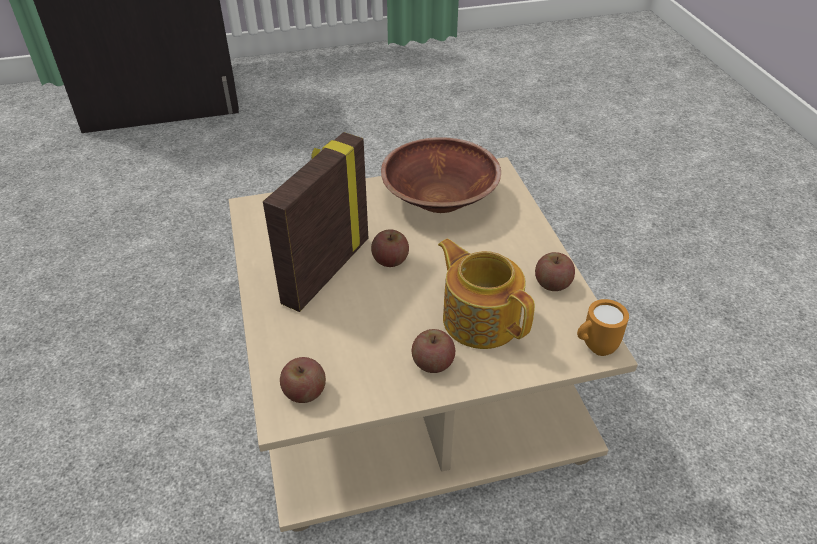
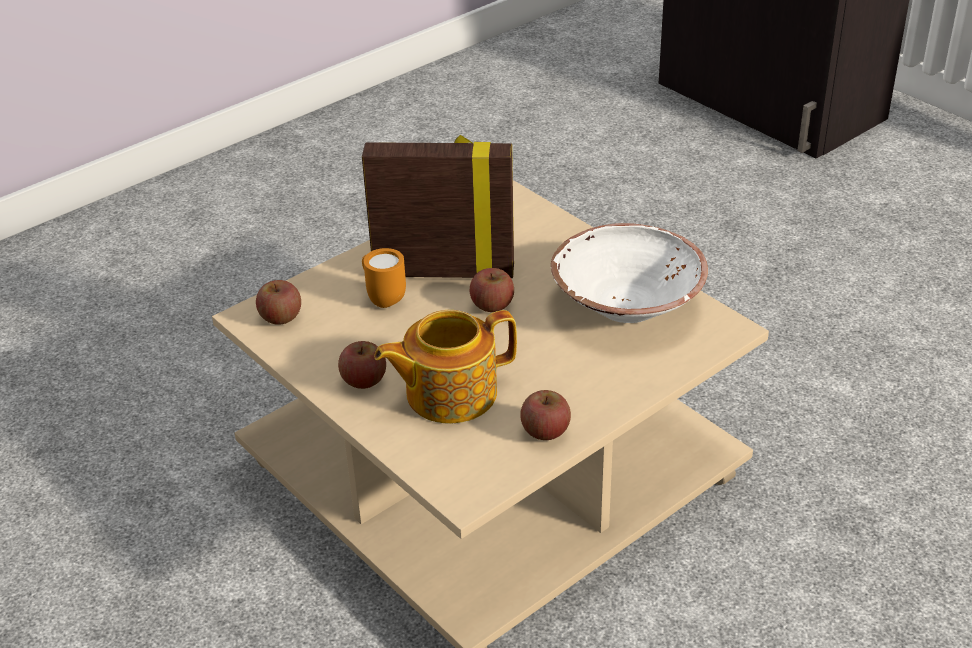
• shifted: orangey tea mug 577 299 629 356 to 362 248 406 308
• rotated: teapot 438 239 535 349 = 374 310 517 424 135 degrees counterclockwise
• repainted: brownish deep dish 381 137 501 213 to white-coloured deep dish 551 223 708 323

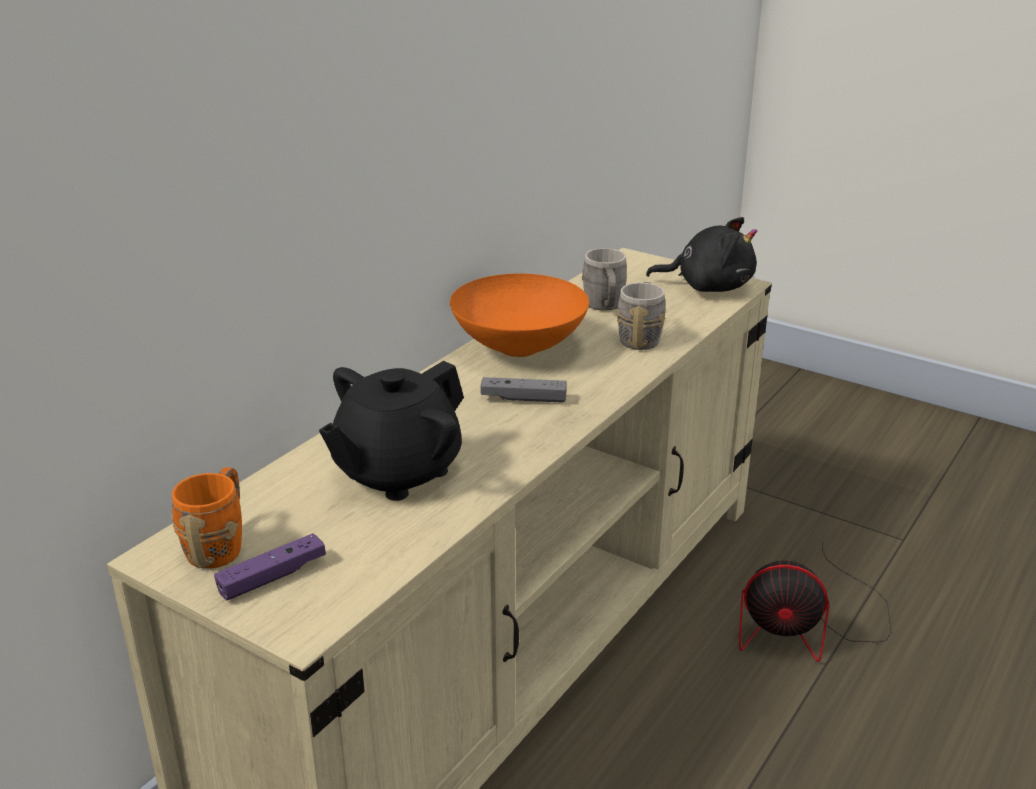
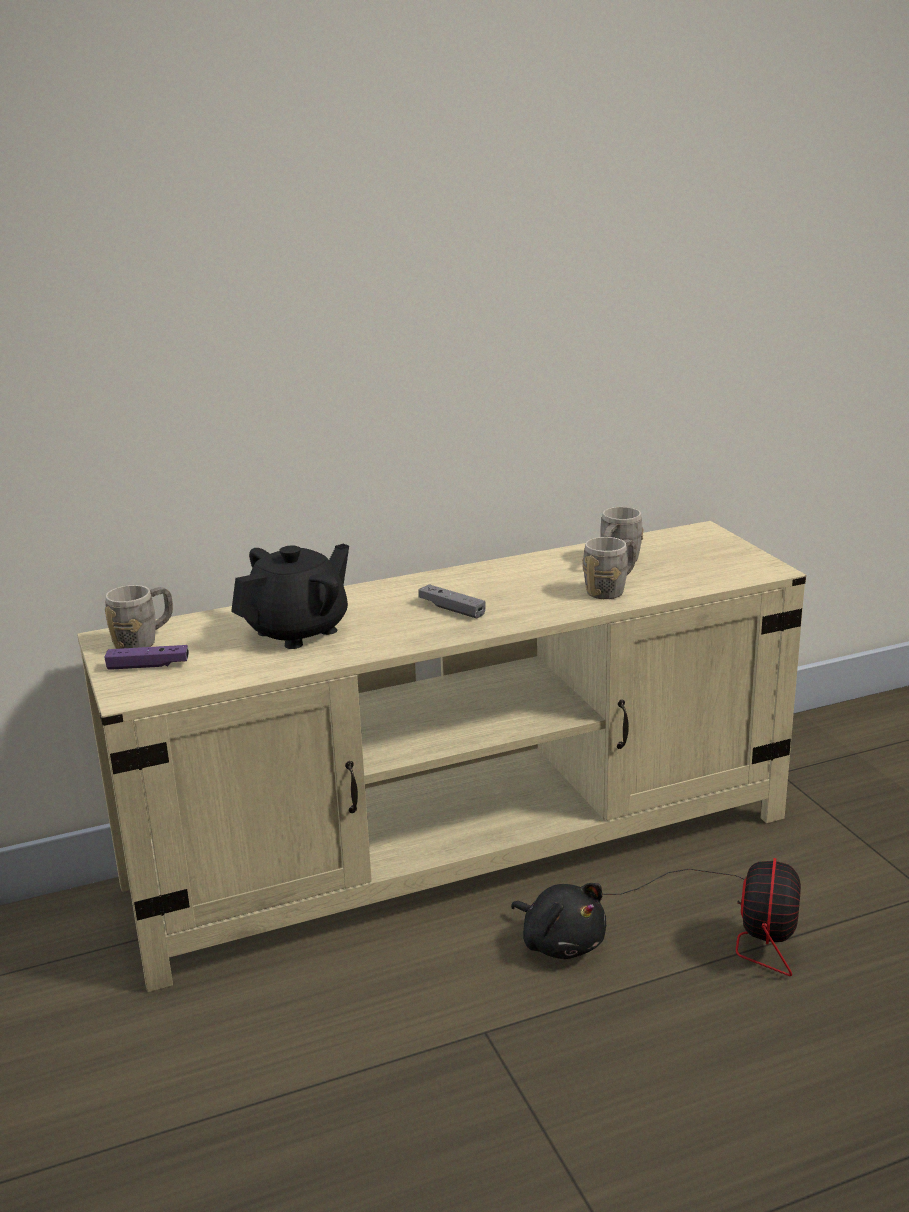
• repainted: orangey tea mug 171 467 242 569 to gray tea mug 105 585 173 649
• rotated: blackish teapot 319 361 464 501 = 231 544 349 649 150 degrees clockwise
• shifted: blackish soft toy 646 217 757 292 to 511 883 606 959
• rotated: cooling fan 739 540 892 662 = 603 858 801 976 120 degrees counterclockwise
• gone: orangey deep dish 450 273 589 357

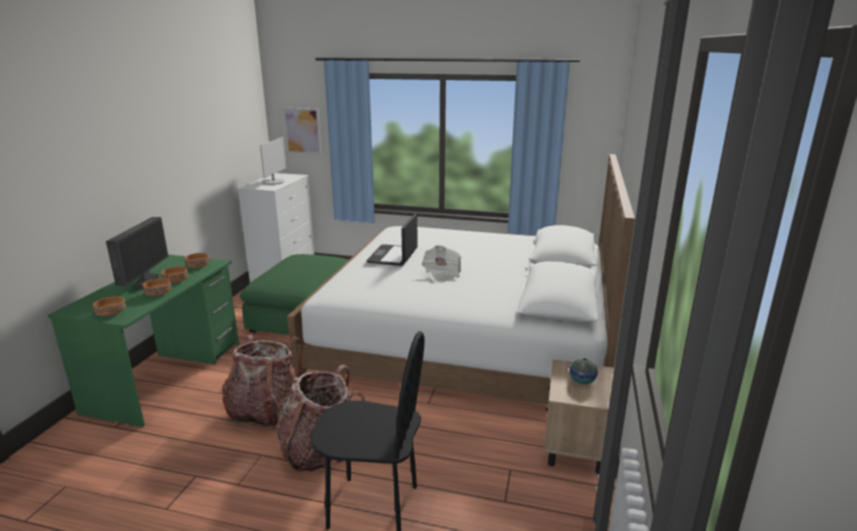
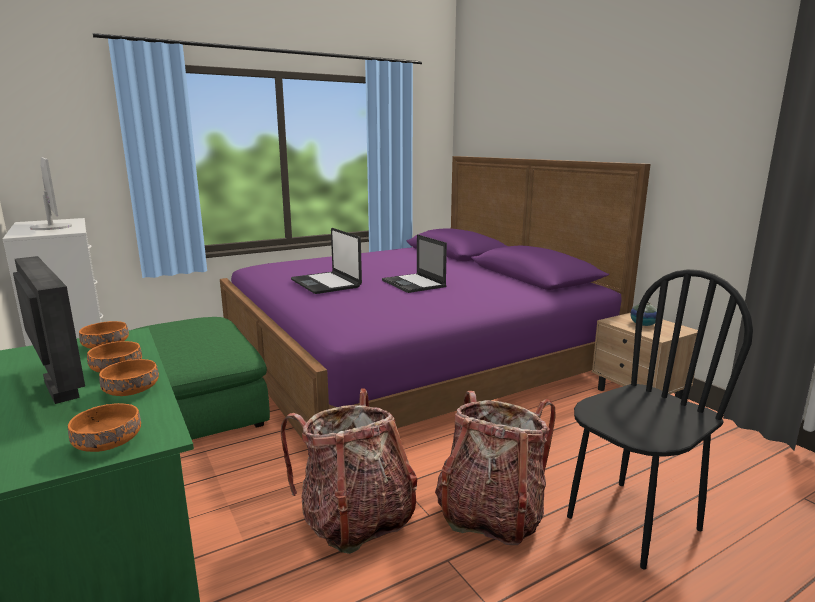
• repainted: white-coloured bed 287 154 635 404 to purple bed 220 156 651 440
• swapped: newspaper 422 245 461 283 to notebook computer 382 234 447 293
• gone: picture 283 108 321 155

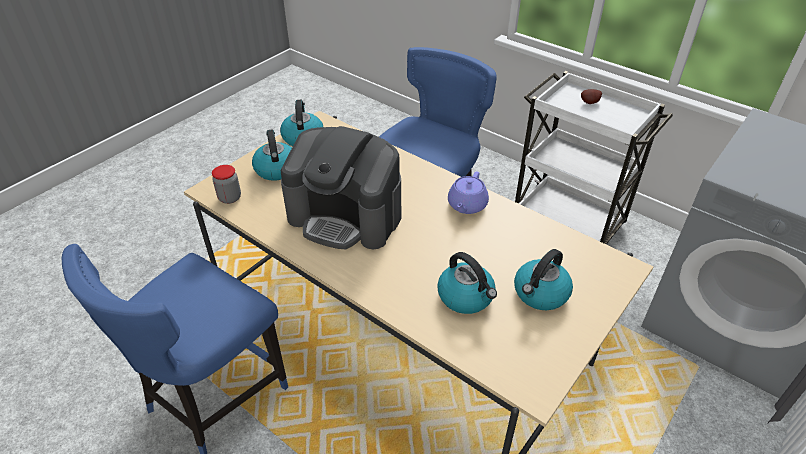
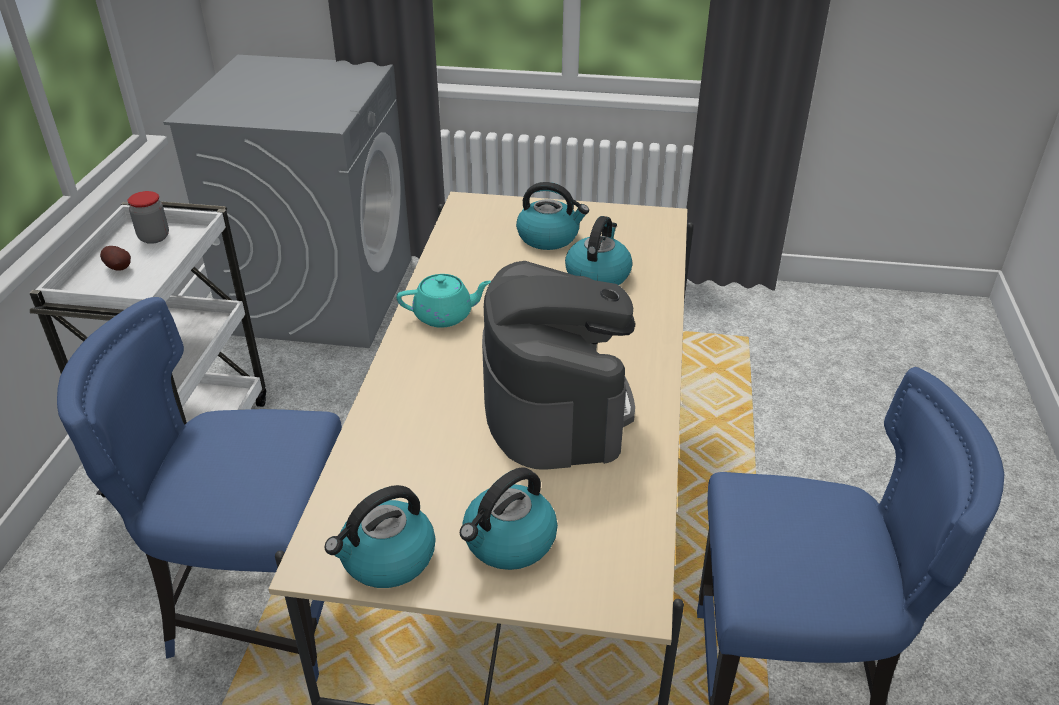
• shifted: preserve jar 212 165 241 204 to 127 191 169 244
• repainted: purple teapot 448 171 489 214 to turquoise teapot 396 274 491 328

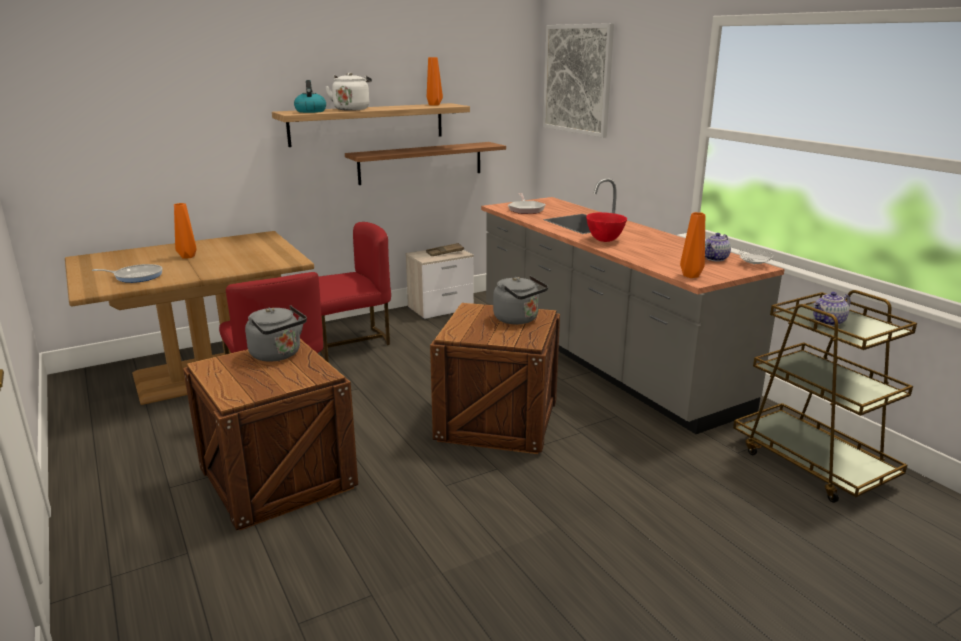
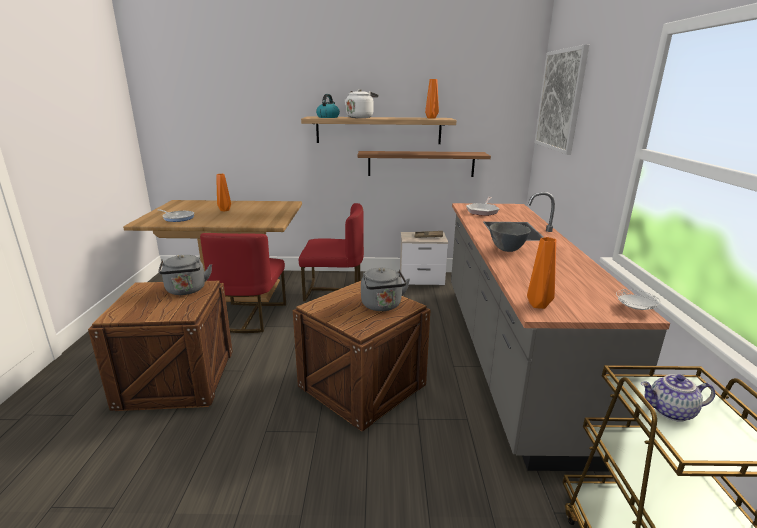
• repainted: red-coloured deep dish 586 212 627 242 to gray deep dish 489 222 531 252
• gone: teapot 705 233 731 261

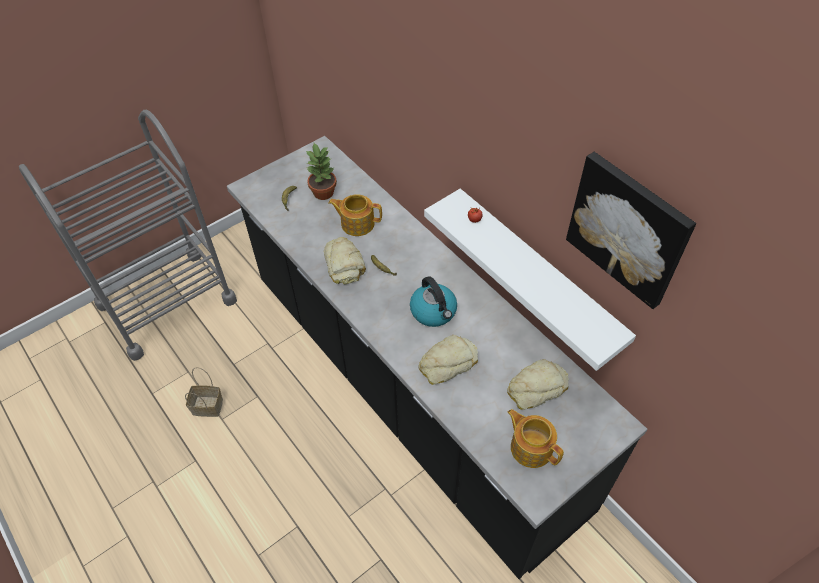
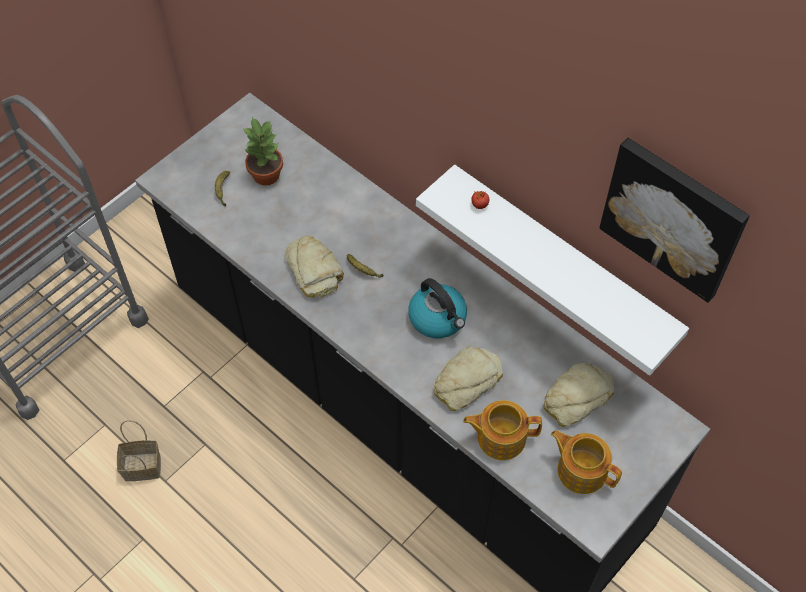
• shifted: teapot 328 194 382 236 to 463 400 542 460

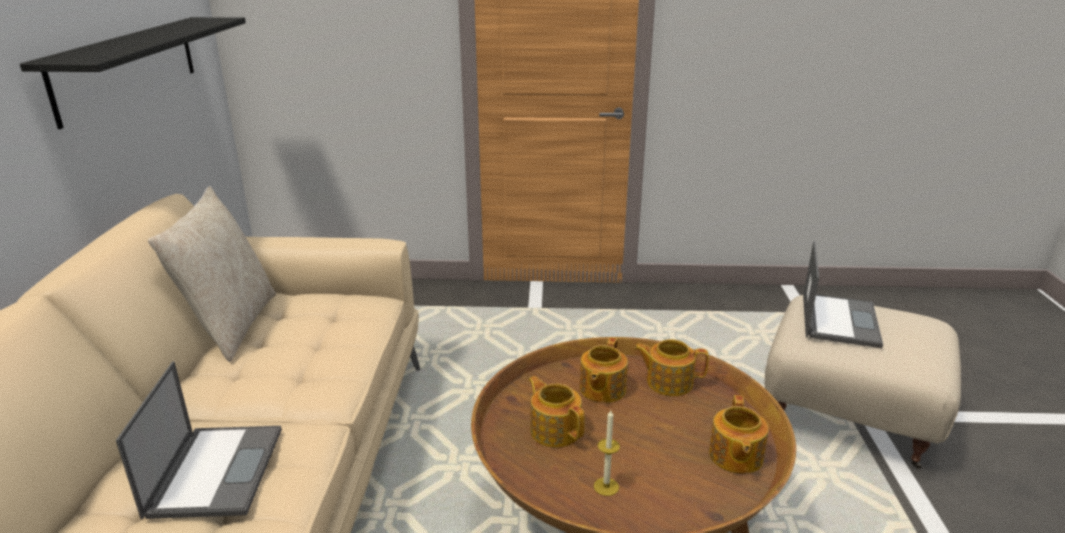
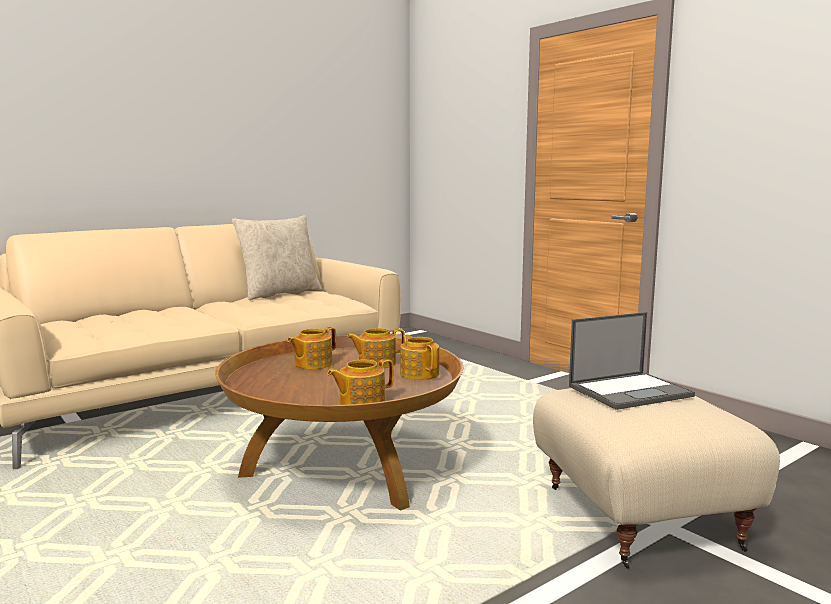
• rotated: teapot 528 376 585 448 = 287 327 336 369 150 degrees counterclockwise
• gone: blackish bracket shelf 20 17 246 129
• gone: notebook computer 116 361 282 519
• gone: wax candle 594 410 620 496

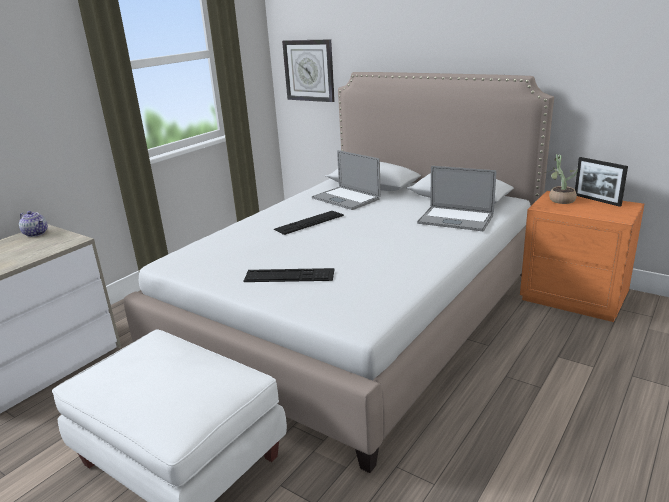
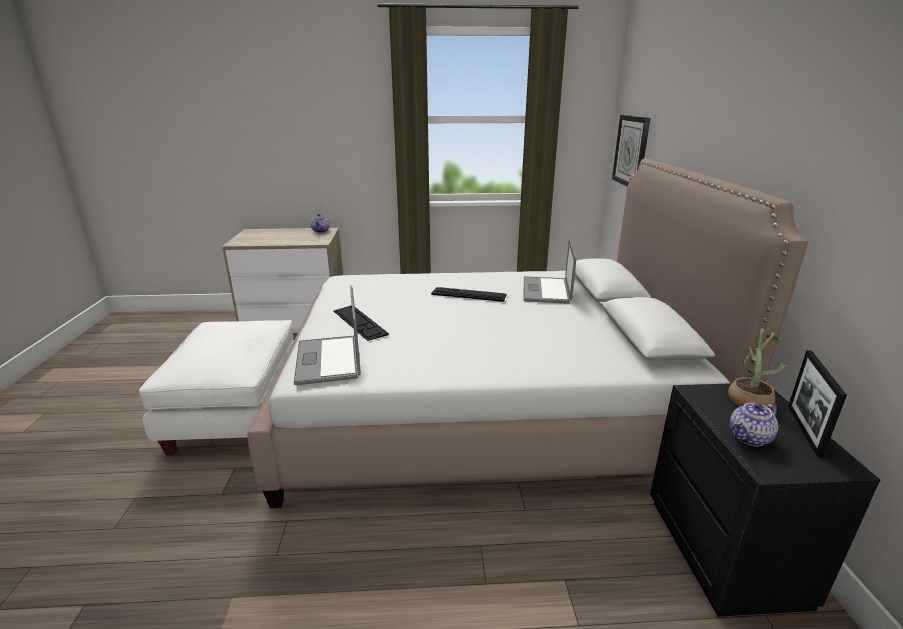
• shifted: notebook computer 417 166 496 231 to 294 286 361 385
• repainted: orangey night table 520 191 644 322 to blackish night table 650 383 880 617
• new: teapot 730 402 778 446

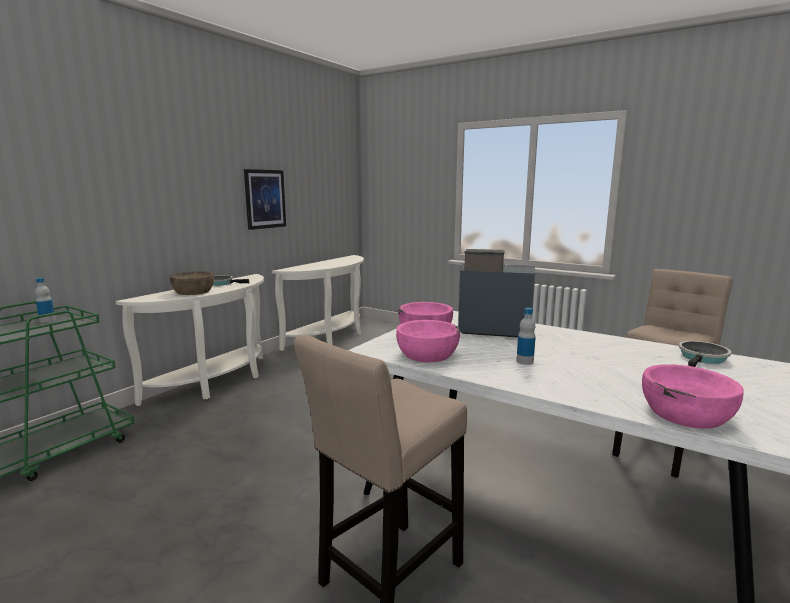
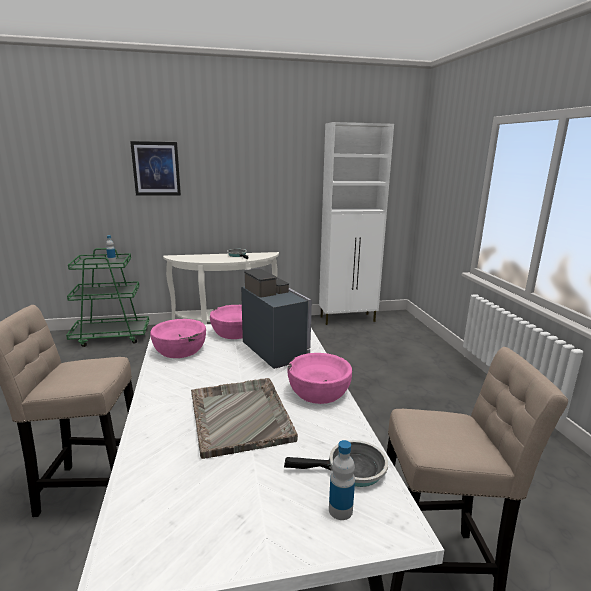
• shifted: picture 244 169 286 230 to 130 141 181 196
• new: gray tray 191 378 298 459
• shifted: pink-coloured deep dish 642 364 743 429 to 287 353 352 404
• swapped: white-coloured console table 272 255 364 351 to white-coloured cabinet 319 122 394 325
• shifted: drink bottle 517 308 536 365 to 329 440 355 520
• gone: brownish deep dish 170 271 214 295

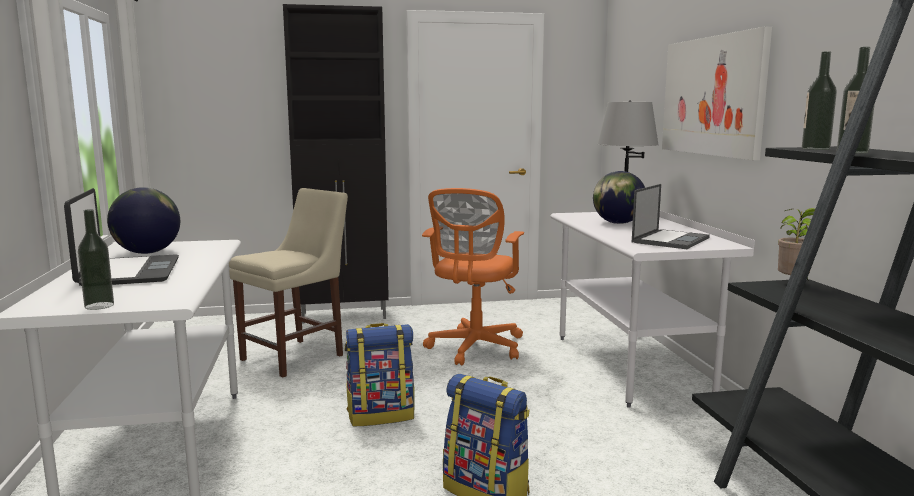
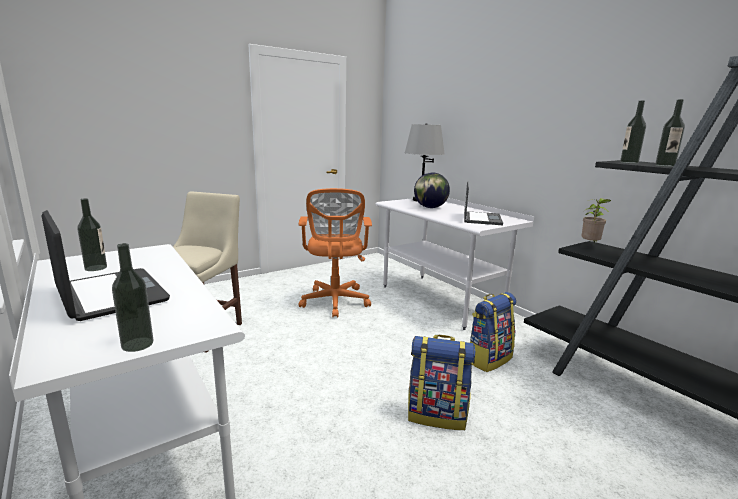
• swapped: world globe 107 187 180 254 to drink bottle 77 198 107 271
• shifted: backpack 345 323 415 427 to 470 292 516 372
• gone: blackish cabinet 283 4 389 323
• gone: picture 662 26 772 160

